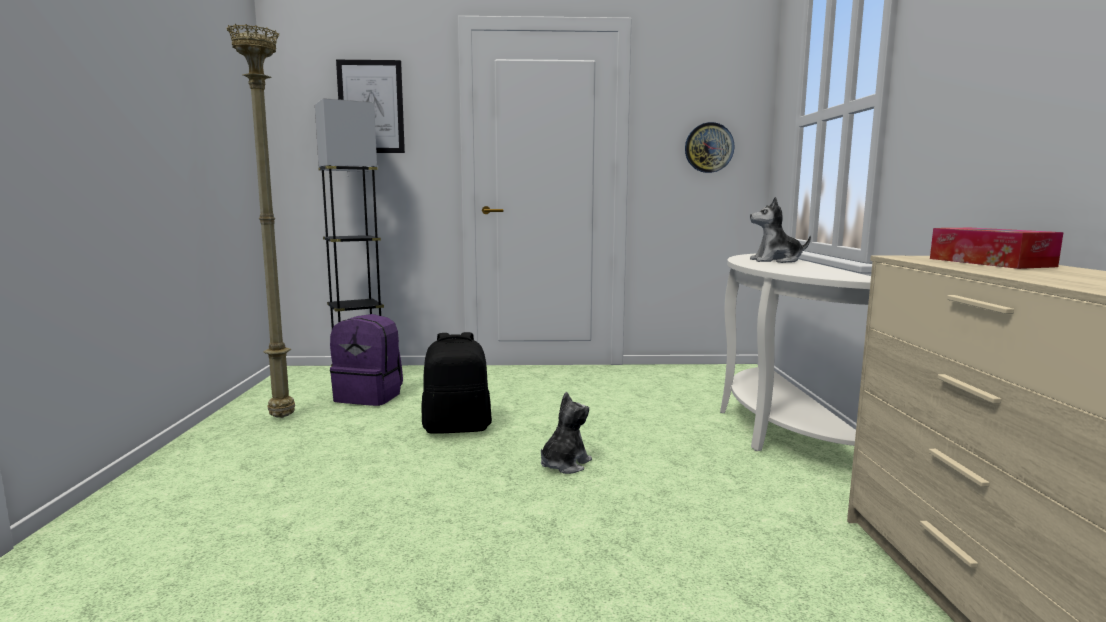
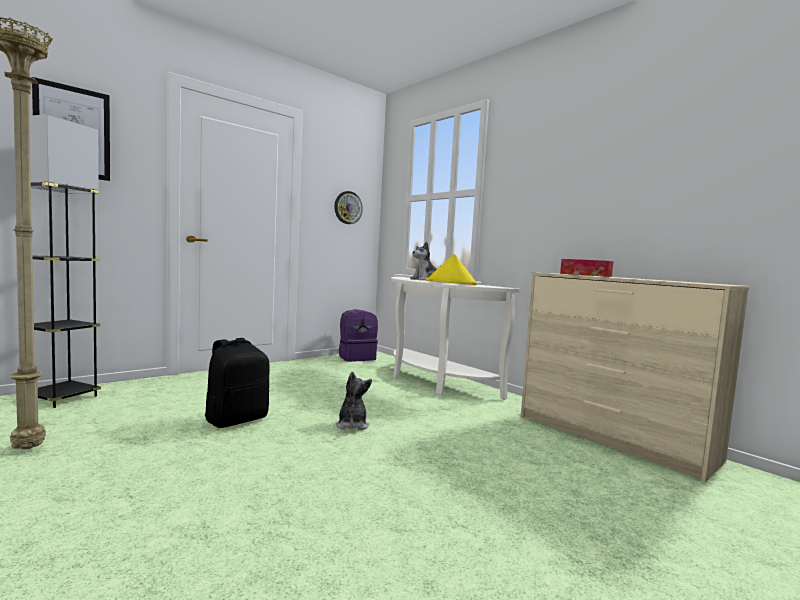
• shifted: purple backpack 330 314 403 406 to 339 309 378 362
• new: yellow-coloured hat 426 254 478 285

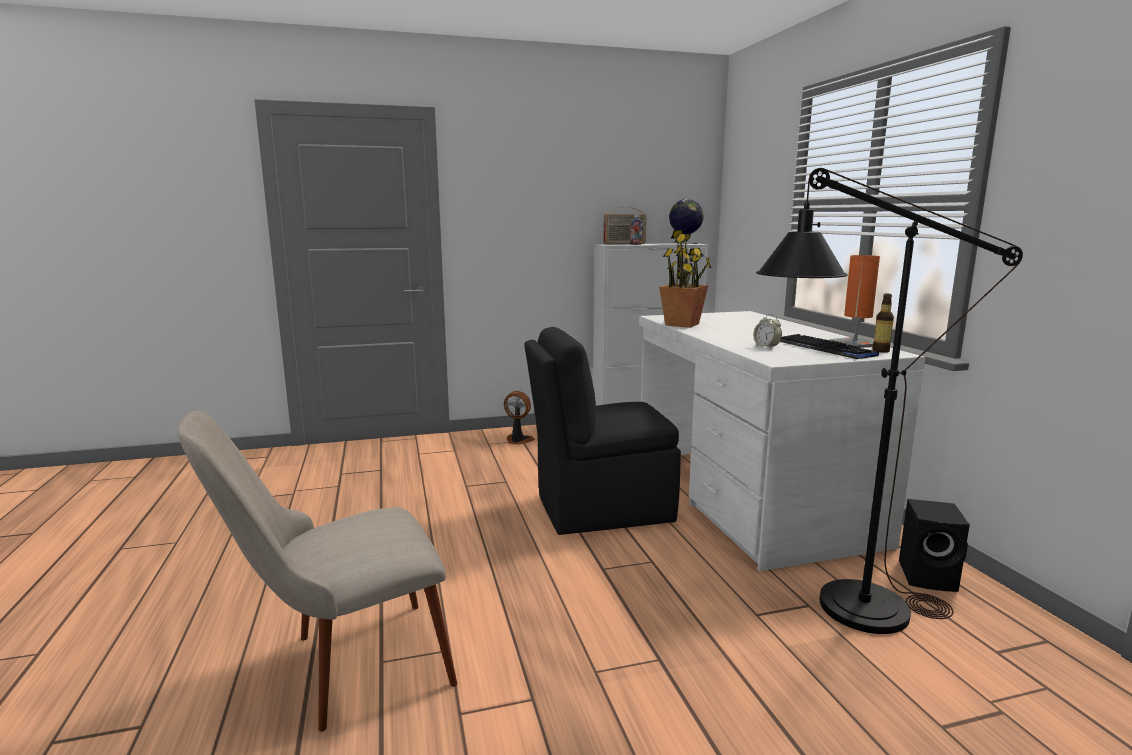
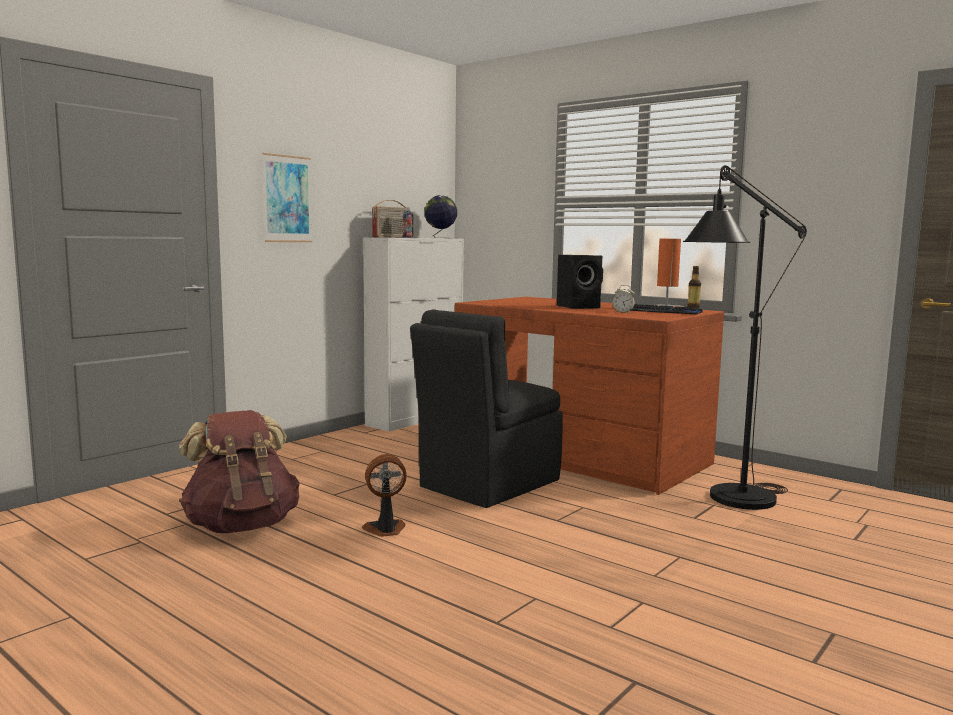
• new: brownish backpack 179 410 300 533
• new: picture 262 153 312 242
• shifted: cooling fan 504 391 535 445 to 362 454 407 537
• repainted: white-coloured desk 639 311 925 571 to brownish desk 455 297 724 495
• shifted: blackish speaker 899 499 970 592 to 557 255 603 309
• gone: beige upright chair 177 411 457 732
• gone: plant in a pot 659 230 711 328

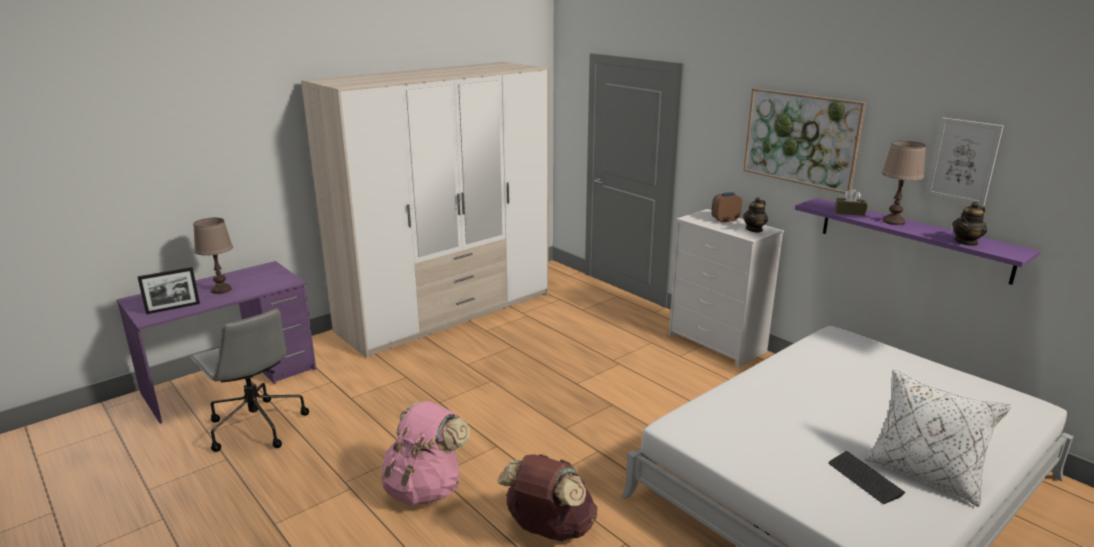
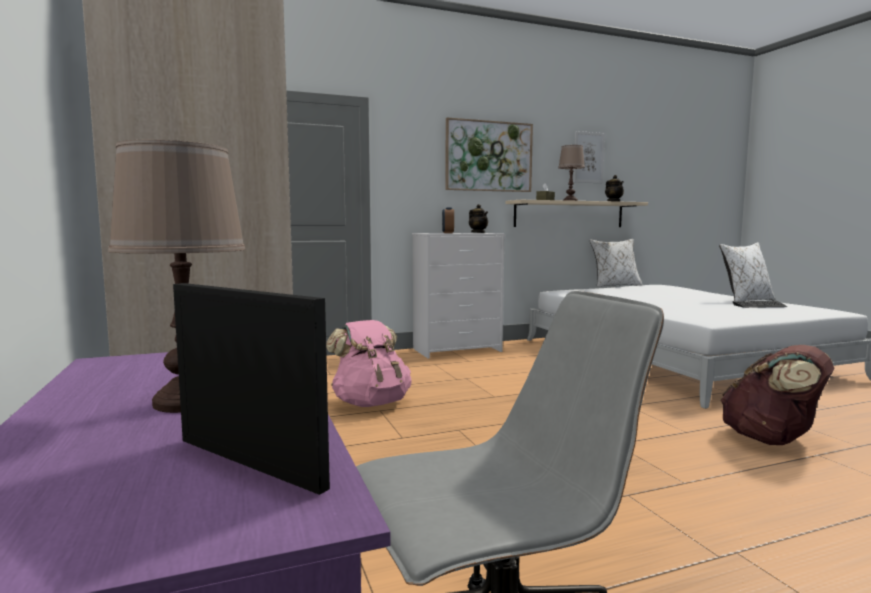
• rotated: standing frame 137 267 200 314 = 173 283 330 495 45 degrees counterclockwise
• shifted: pink-coloured backpack 380 401 470 506 to 326 320 412 407
• repainted: purple bracket shelf 795 198 1040 285 to beige bracket shelf 506 200 648 227
• new: white-coloured throw pillow 589 239 643 287

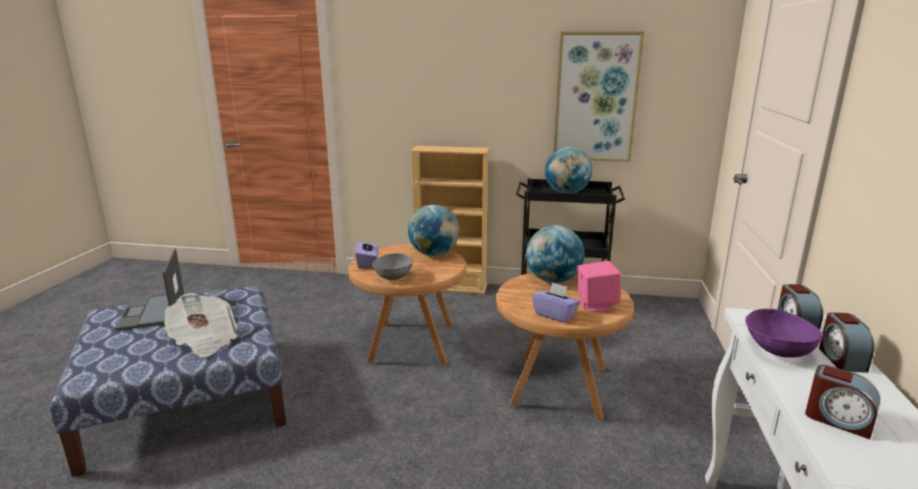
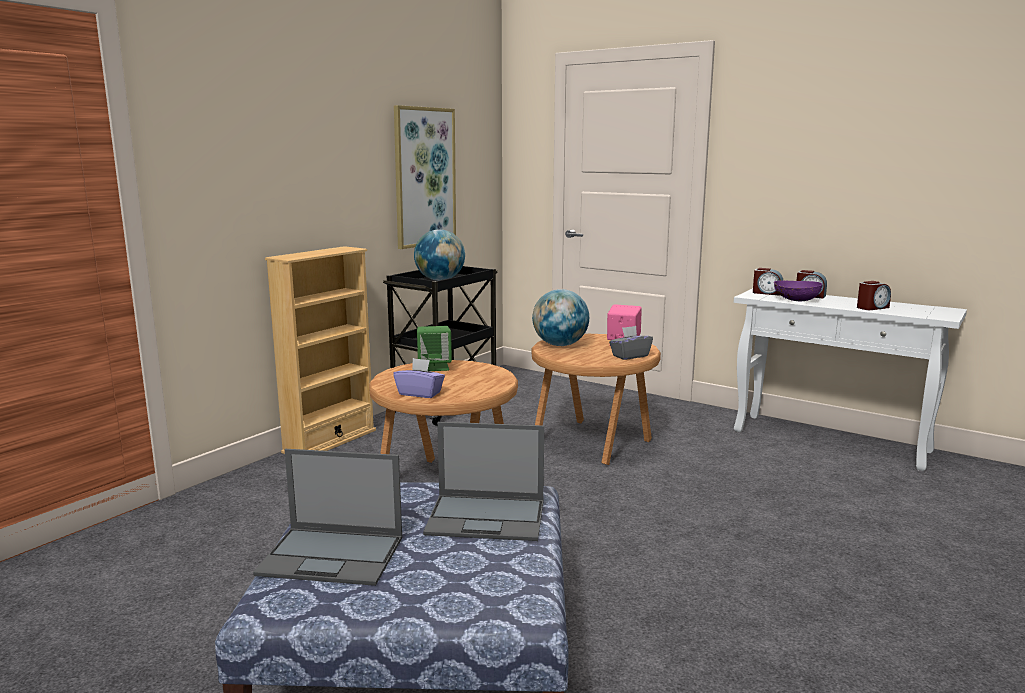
• swapped: world globe 408 205 460 256 to green speaker 417 326 452 371
• swapped: newspaper 164 293 238 357 to notebook computer 423 422 544 541
• repainted: purple tissue box 532 282 580 323 to gray tissue box 609 326 653 360
• gone: gray deep dish 372 253 413 280

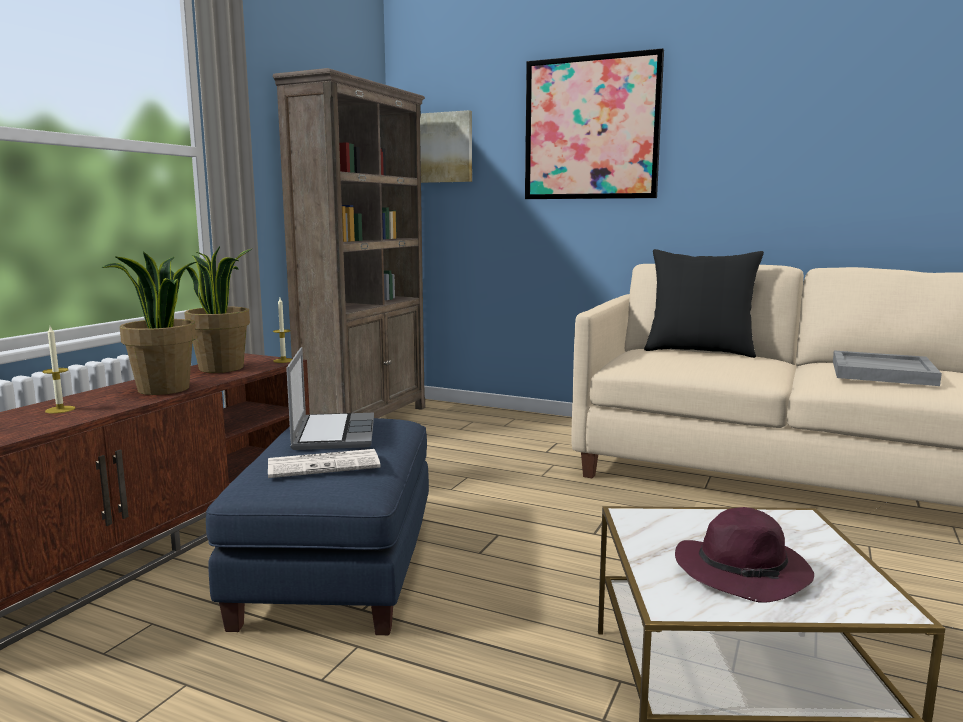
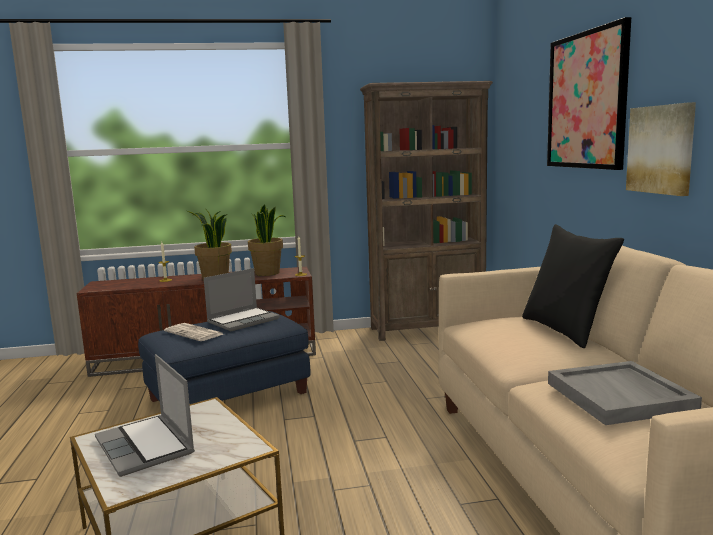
• swapped: purple hat 675 507 814 603 to notebook computer 95 354 195 477
• shifted: picture 420 110 472 183 to 626 102 696 196

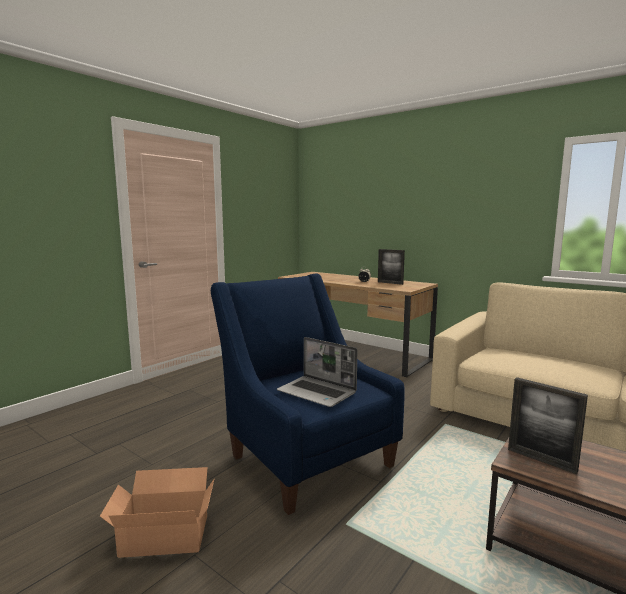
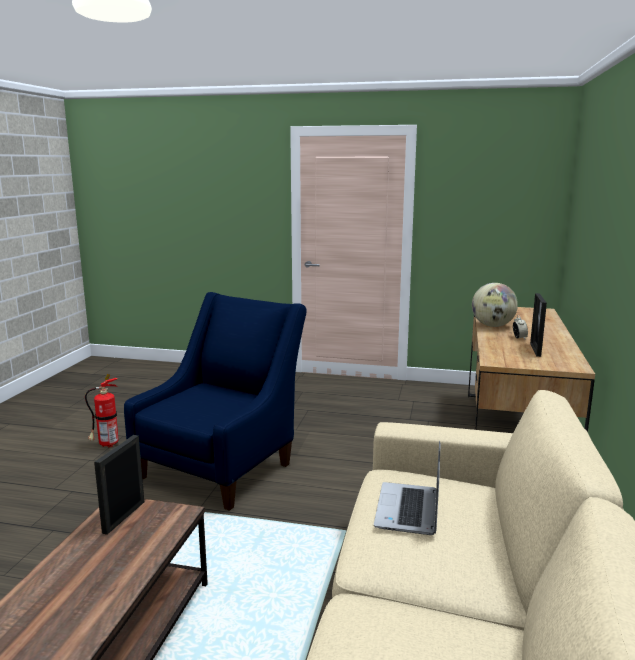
• swapped: packing box 100 467 214 558 to extinguisher 85 374 118 448
• shifted: notebook computer 277 337 358 407 to 374 441 441 535
• new: world globe 472 283 518 327

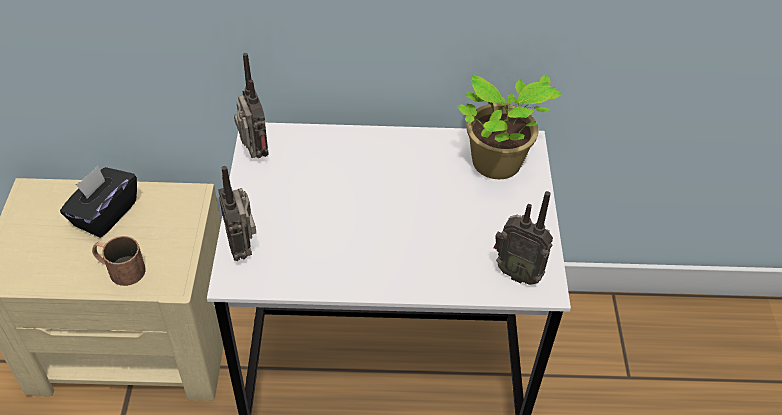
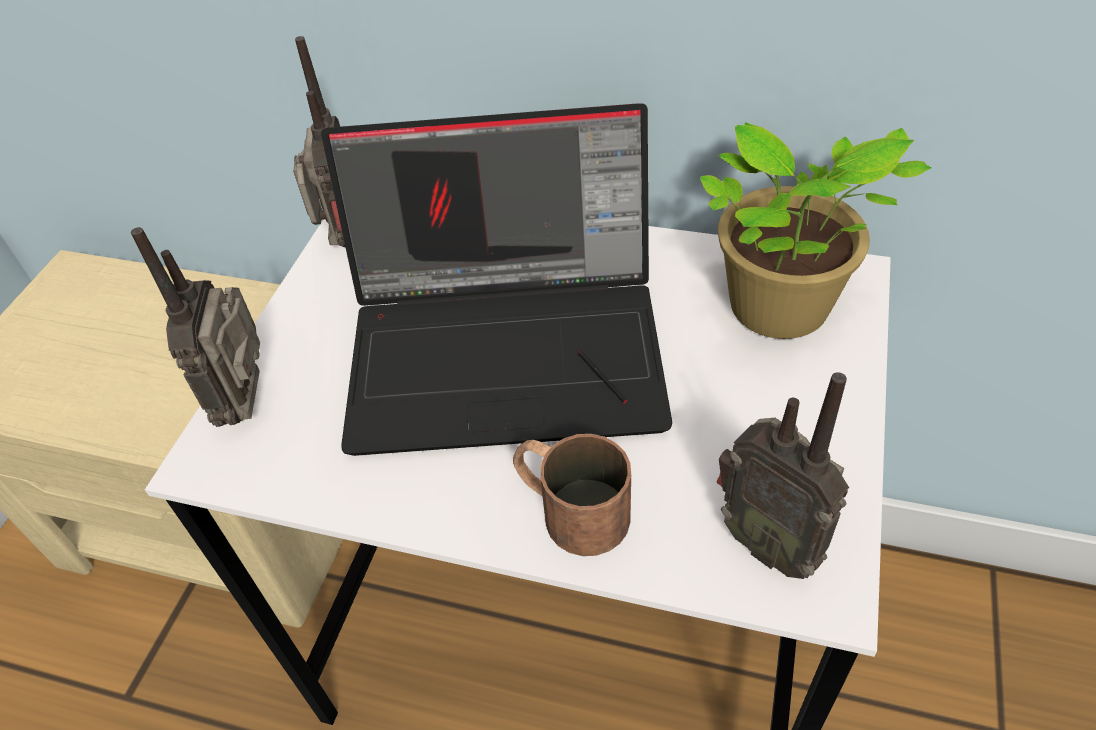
• new: notebook computer 321 103 672 456
• shifted: brownish tea mug 92 236 146 286 to 513 434 631 556
• gone: blackish tissue box 60 166 137 238

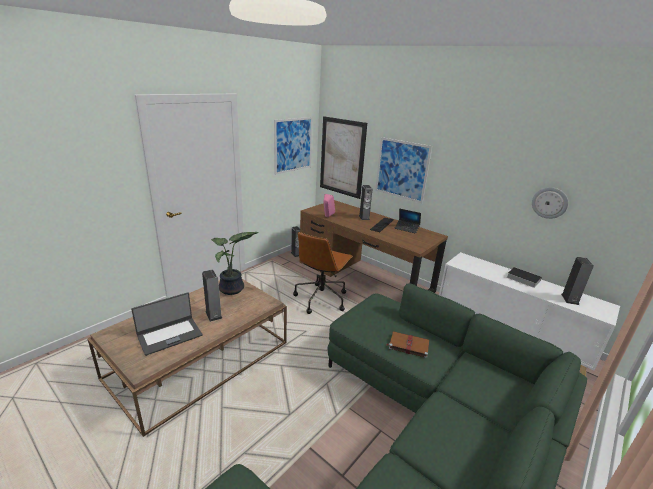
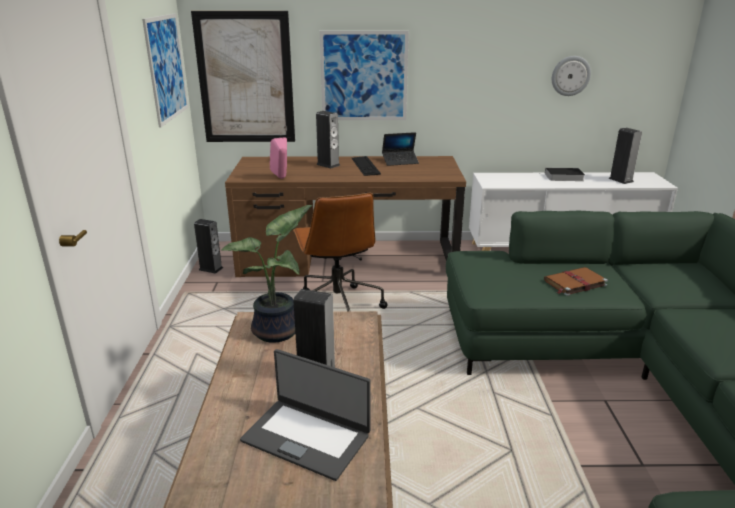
• rotated: notebook computer 131 292 202 356 = 240 349 371 481 105 degrees clockwise

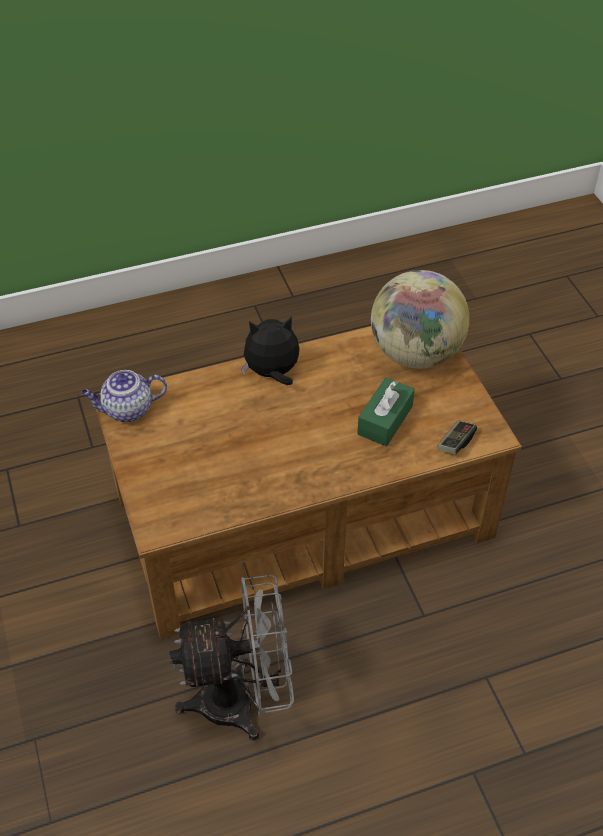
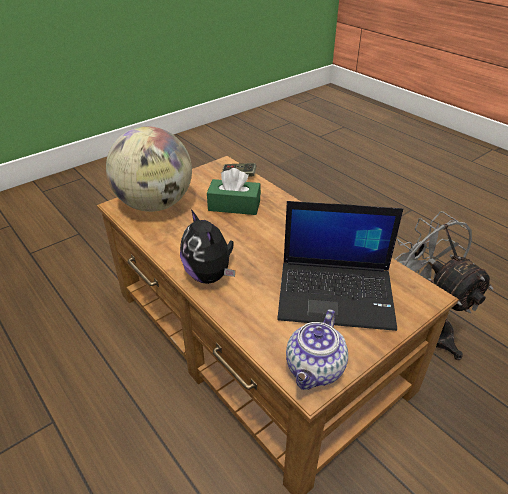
• new: notebook computer 277 201 403 331
• rotated: teapot 81 370 167 423 = 286 309 348 390 60 degrees clockwise

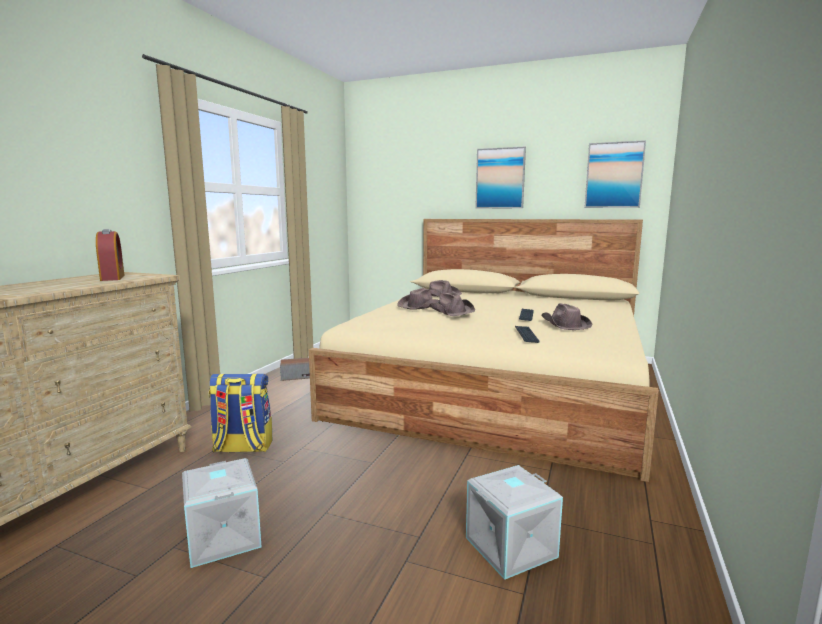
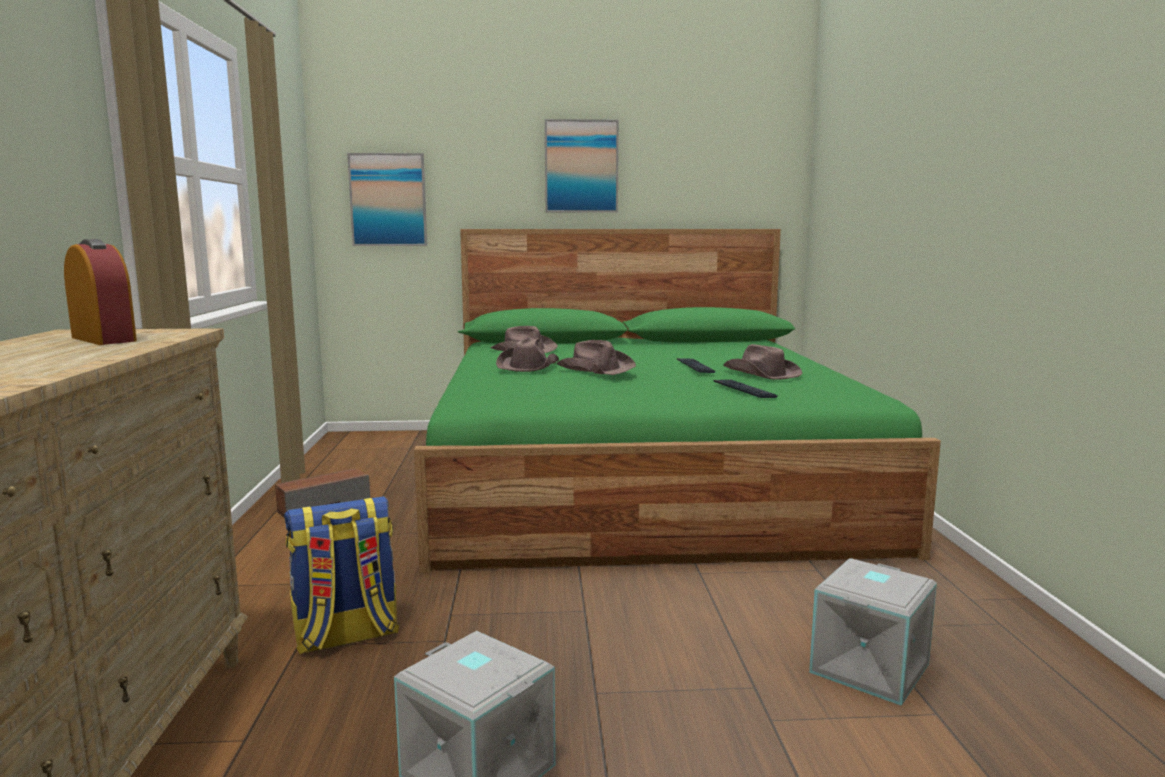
• shifted: picture 585 140 646 208 to 347 153 427 246
• repainted: beige bed 309 219 659 482 to green bed 414 229 941 573

